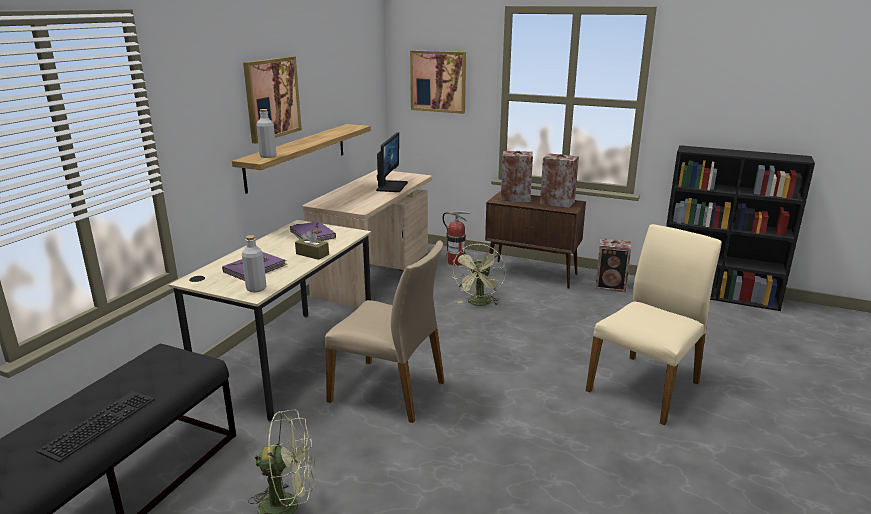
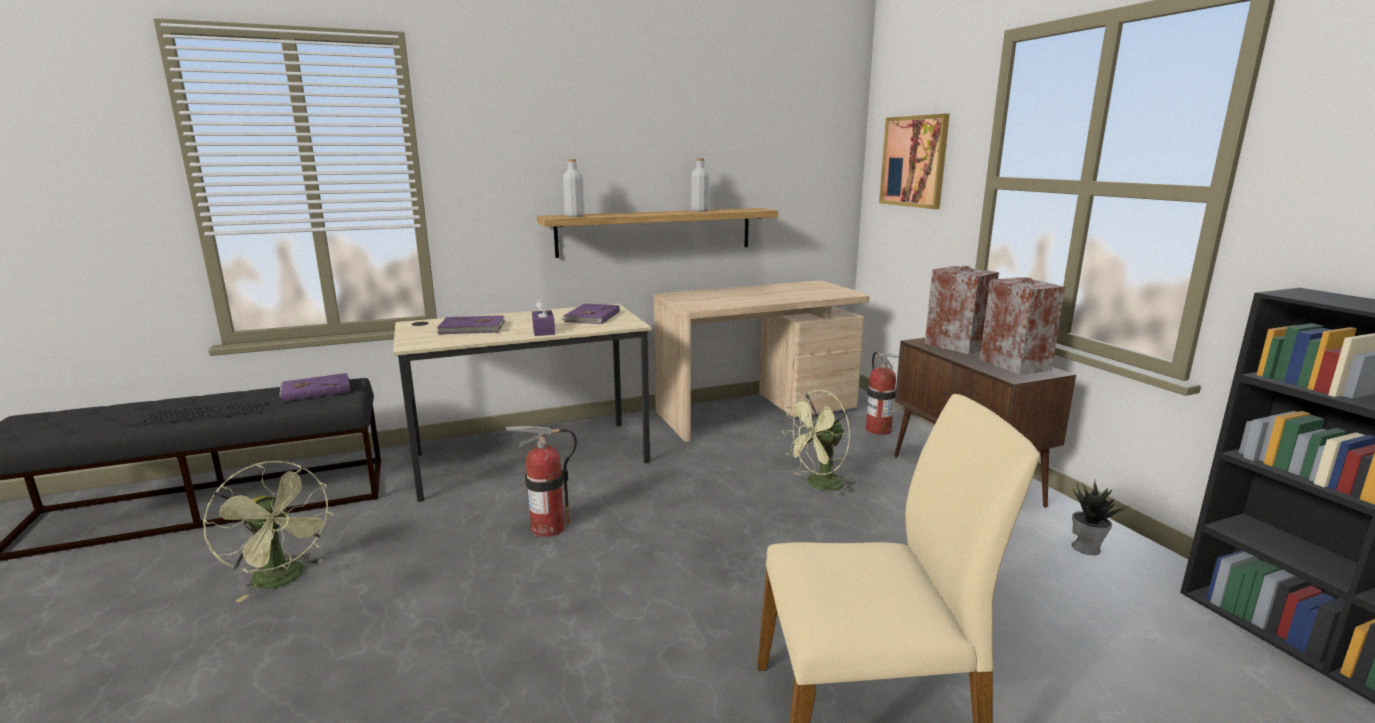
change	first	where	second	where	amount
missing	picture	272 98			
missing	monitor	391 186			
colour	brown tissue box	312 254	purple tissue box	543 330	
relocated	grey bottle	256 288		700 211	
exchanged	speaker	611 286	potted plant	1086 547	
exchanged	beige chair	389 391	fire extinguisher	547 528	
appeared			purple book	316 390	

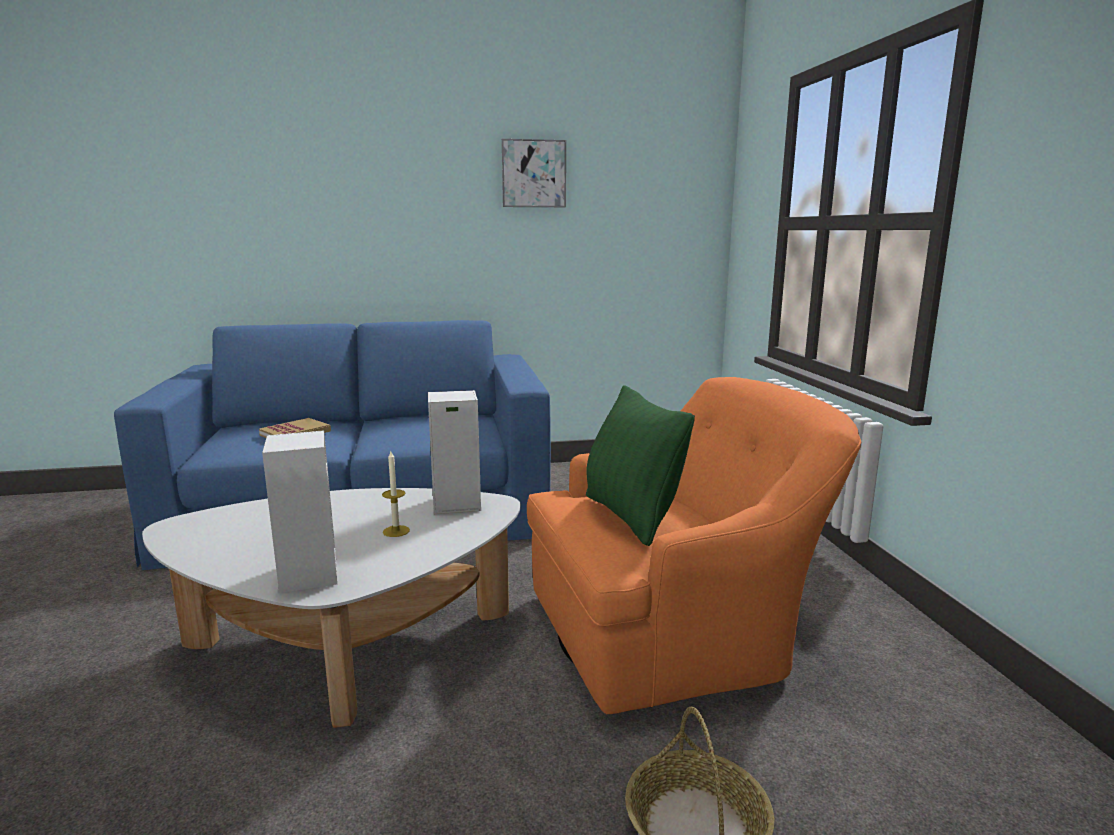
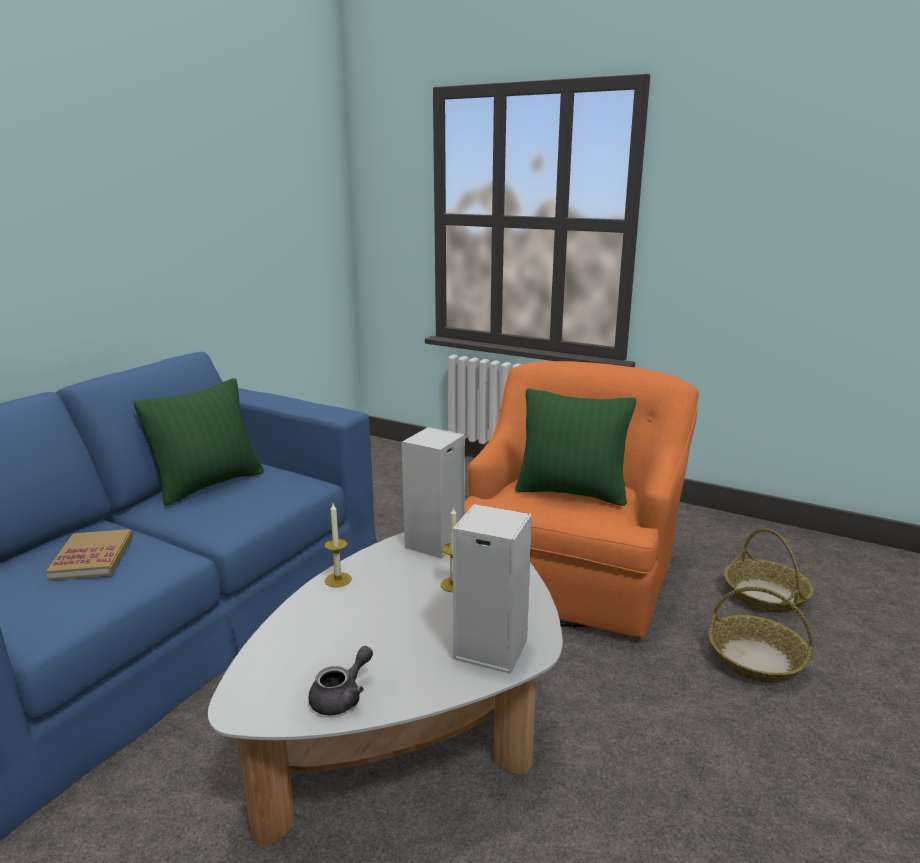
change	first	where	second	where	amount
missing	picture	533 174			
appeared			green pillow	209 484	
appeared			candle	338 580	
appeared			basket	765 595	
appeared			grey teapot	342 697	

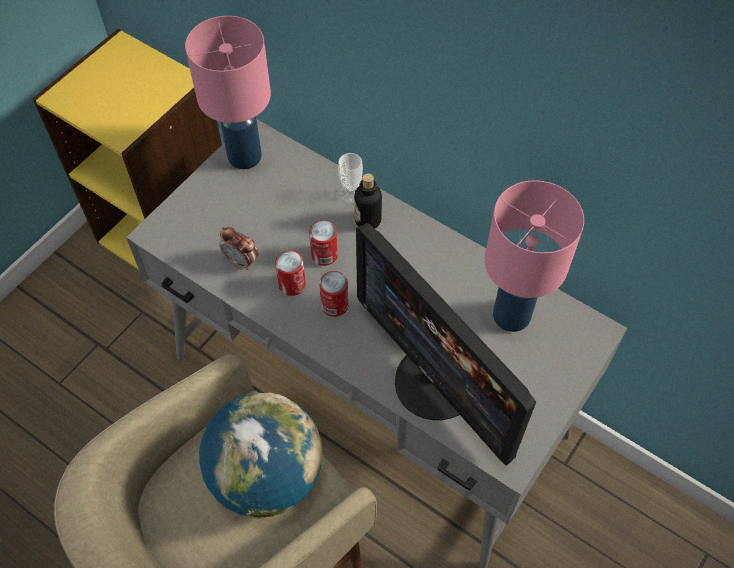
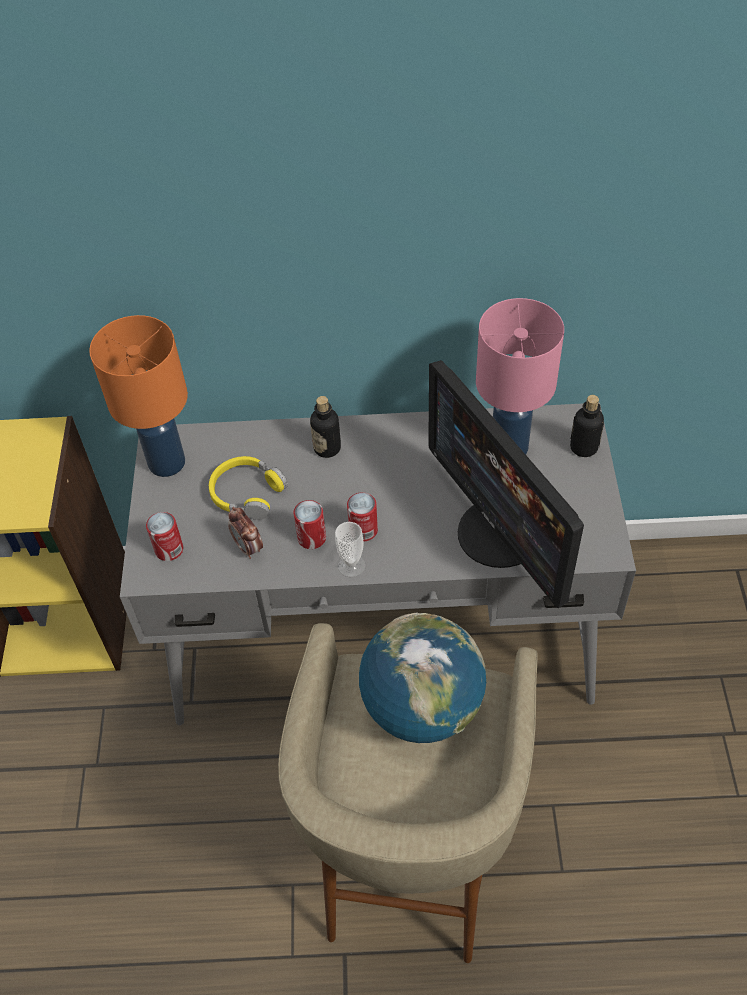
change	first	where	second	where	amount
colour	pink table lamp	245 156	orange table lamp	168 462	
relocated	cup	351 194		351 565	
relocated	can	324 255		169 549	
spun	monitor	437 382		500 533	45 degrees clockwise
spun	alarm clock	241 261		248 547	60 degrees clockwise
appeared			bottle	583 447	
appeared			yellow headphones	247 493	

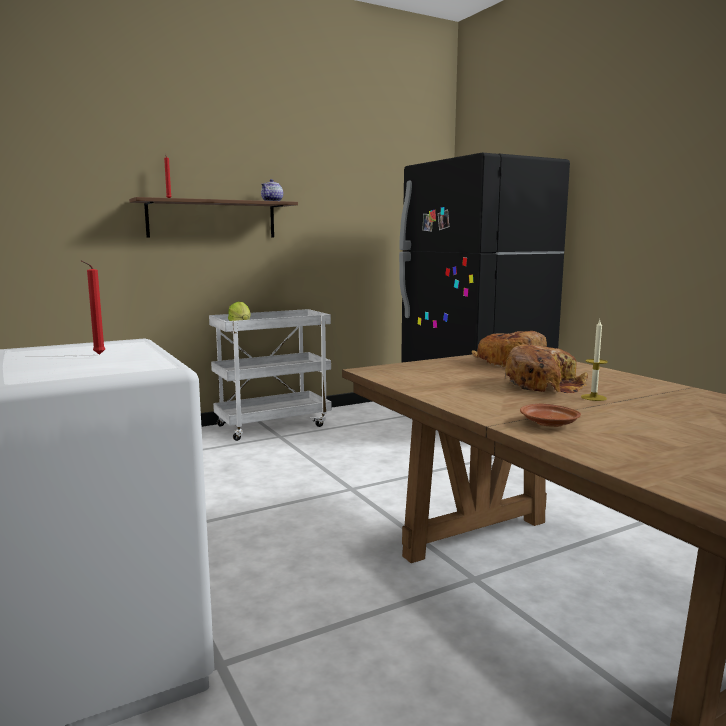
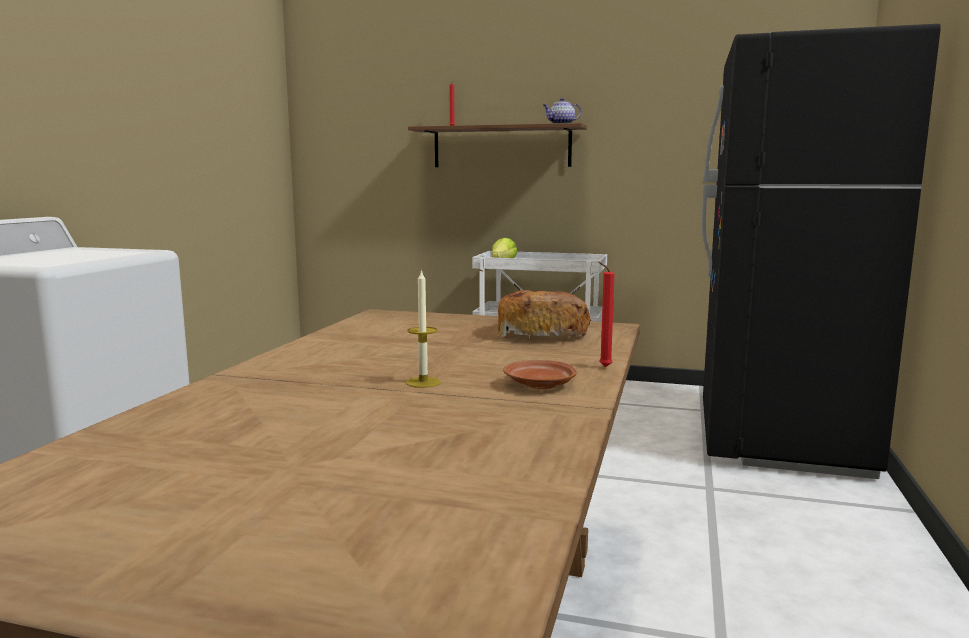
change	first	where	second	where	amount
relocated	red candle	97 354		603 367	
missing	bread	543 384			
relocated	brown plate	549 424		539 385	

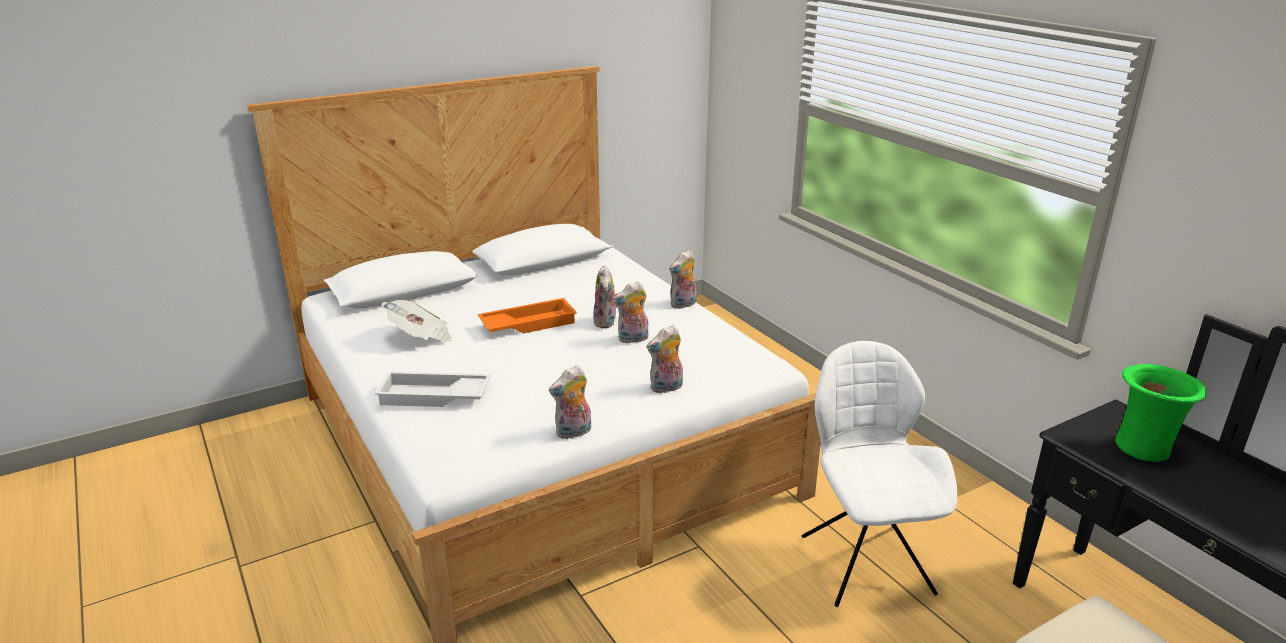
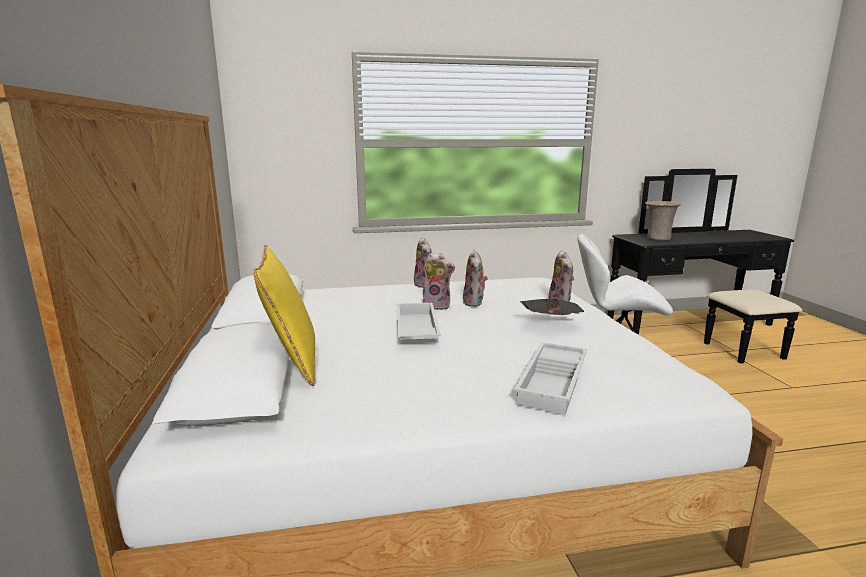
change	first	where	second	where	amount
colour	orange tray	528 323	white tray	415 329	
relocated	newspaper	421 337		551 324	
colour	green vase	1143 448	beige vase	658 238	
missing	plush toy	573 433			
appeared			yellow pillow	292 364	

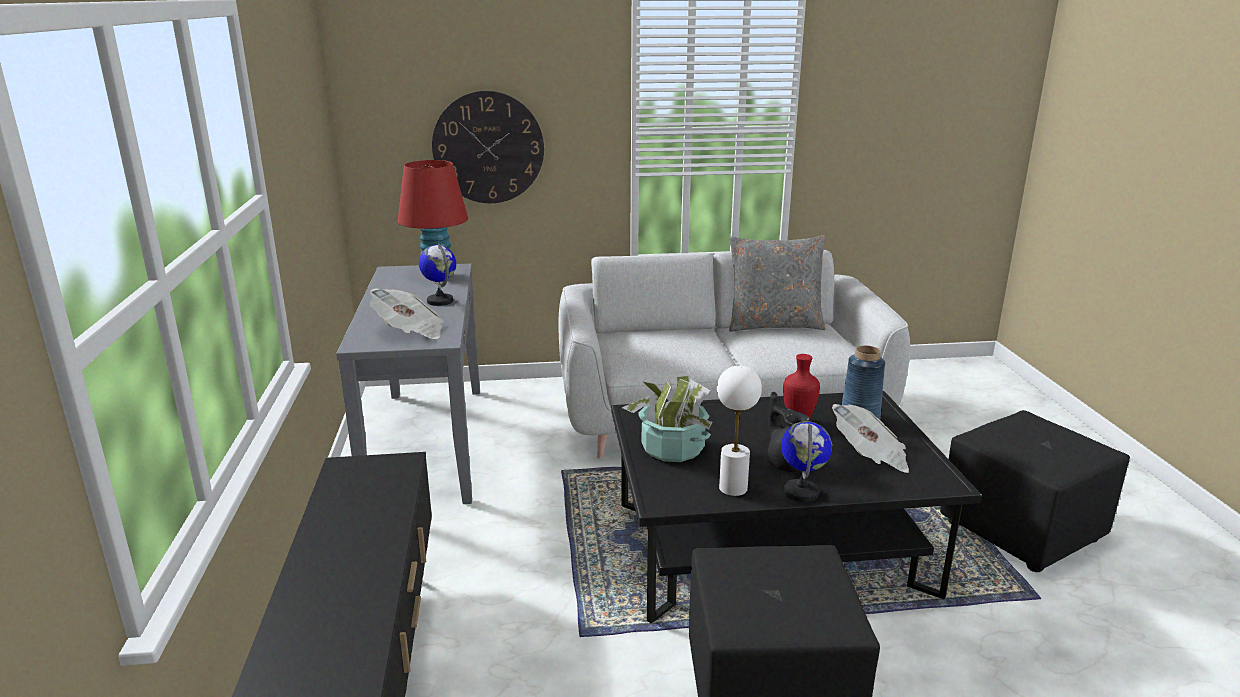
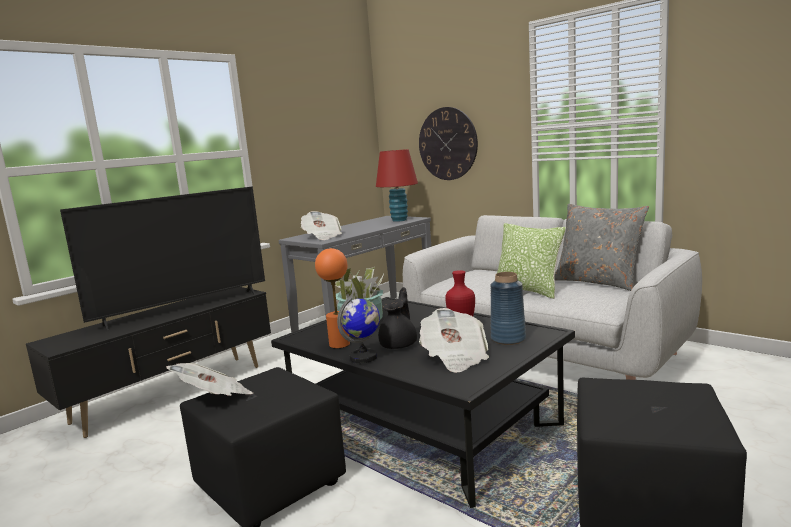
change	first	where	second	where	amount
missing	globe	440 301			
colour	white table lamp	733 488	orange table lamp	339 344	
appeared			television	183 308	
appeared			pillow	528 290	
appeared			newspaper	214 398	

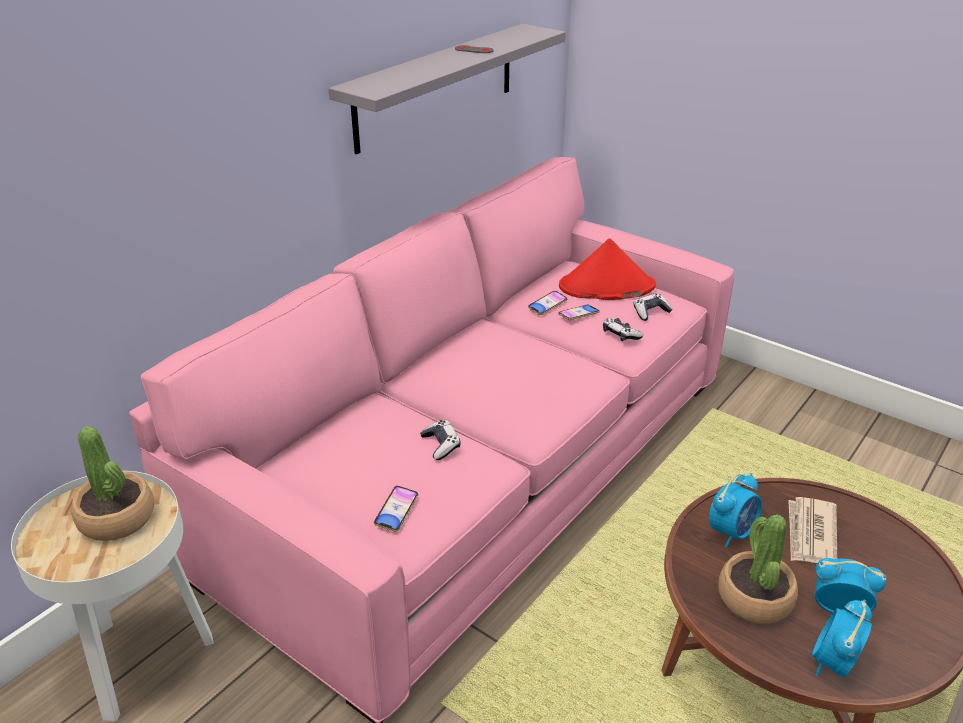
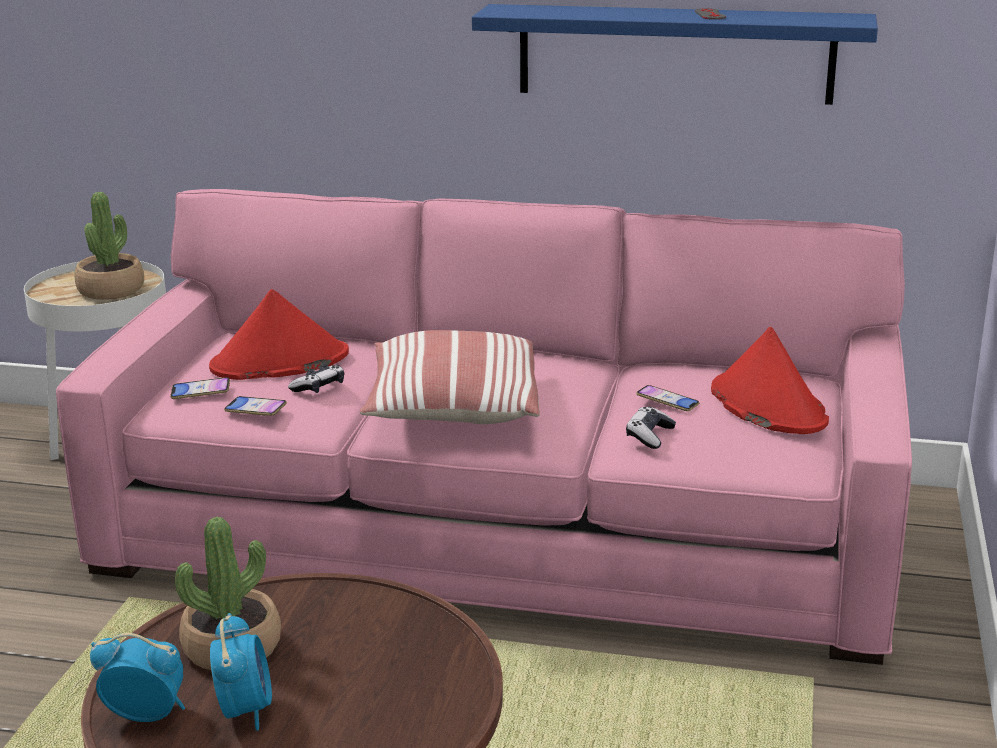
change	first	where	second	where	amount
colour	grey shelf	436 86	blue shelf	675 53	
relocated	phone	547 305		255 410	
missing	game controller	650 312			
missing	alarm clock	731 532			
missing	newspaper	810 534			
appeared			red hat	279 362	
appeared			pillow	452 408	

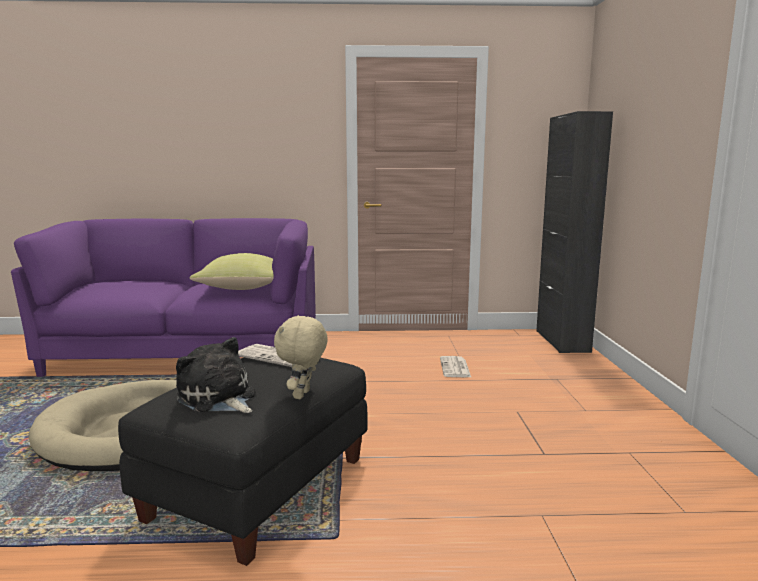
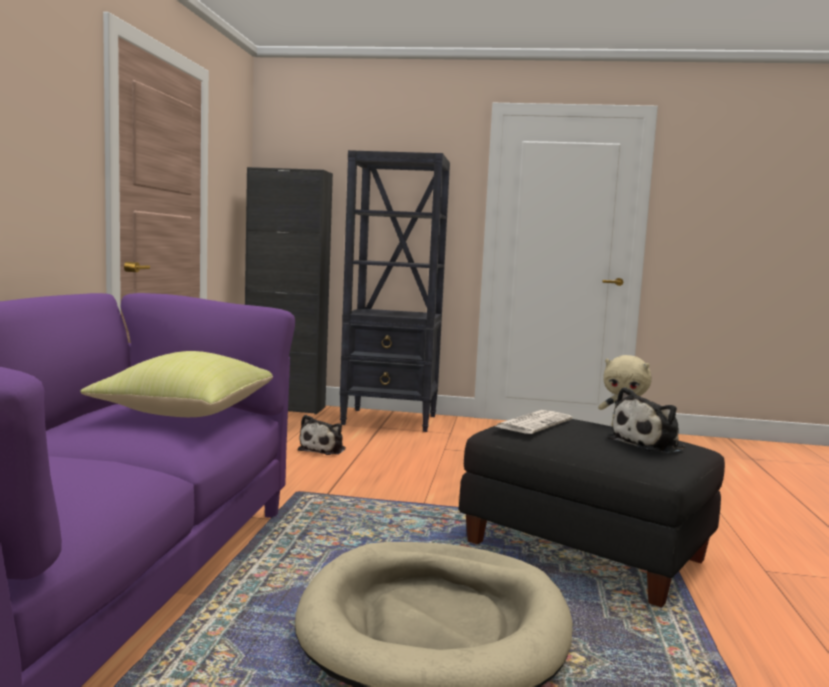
change	first	where	second	where	amount
exchanged	newspaper	455 368	plush toy	324 449	
appeared			black bookcase	390 420	

